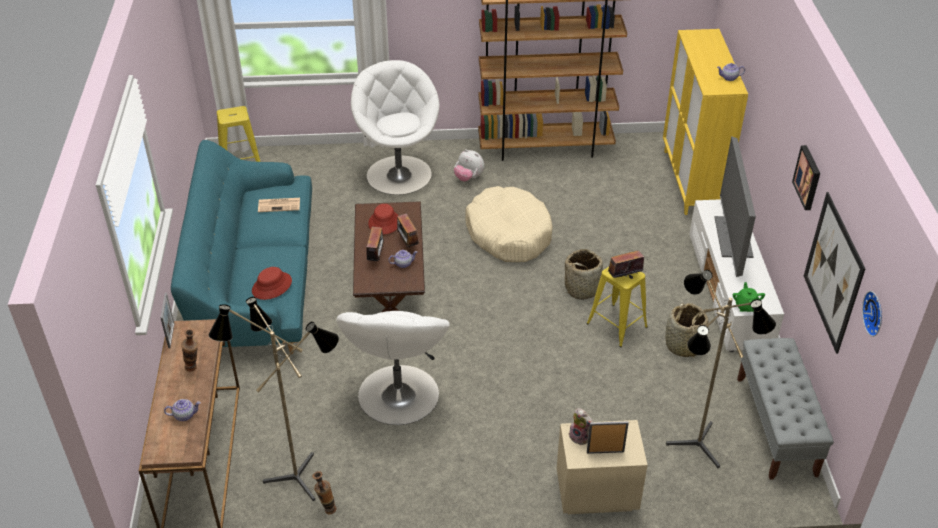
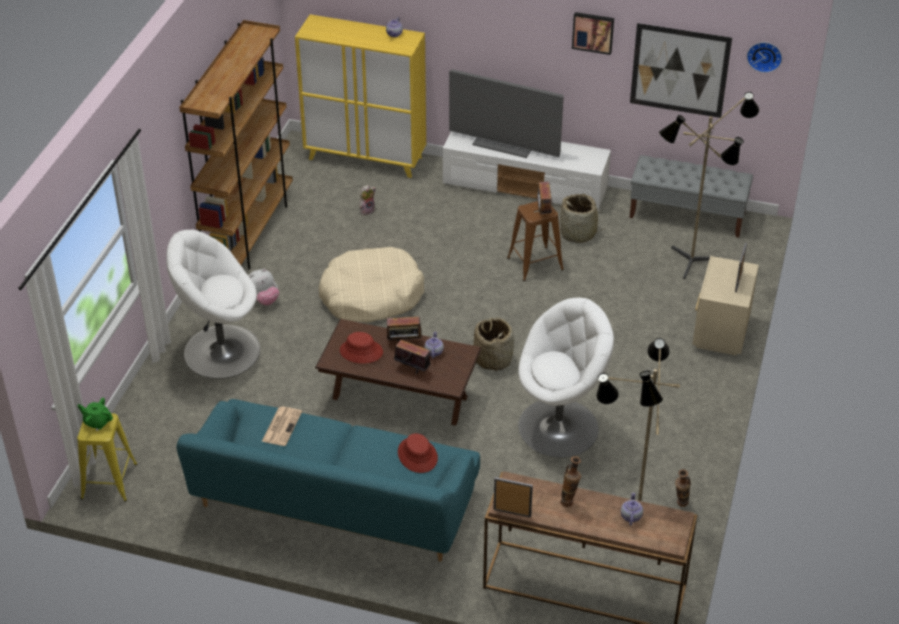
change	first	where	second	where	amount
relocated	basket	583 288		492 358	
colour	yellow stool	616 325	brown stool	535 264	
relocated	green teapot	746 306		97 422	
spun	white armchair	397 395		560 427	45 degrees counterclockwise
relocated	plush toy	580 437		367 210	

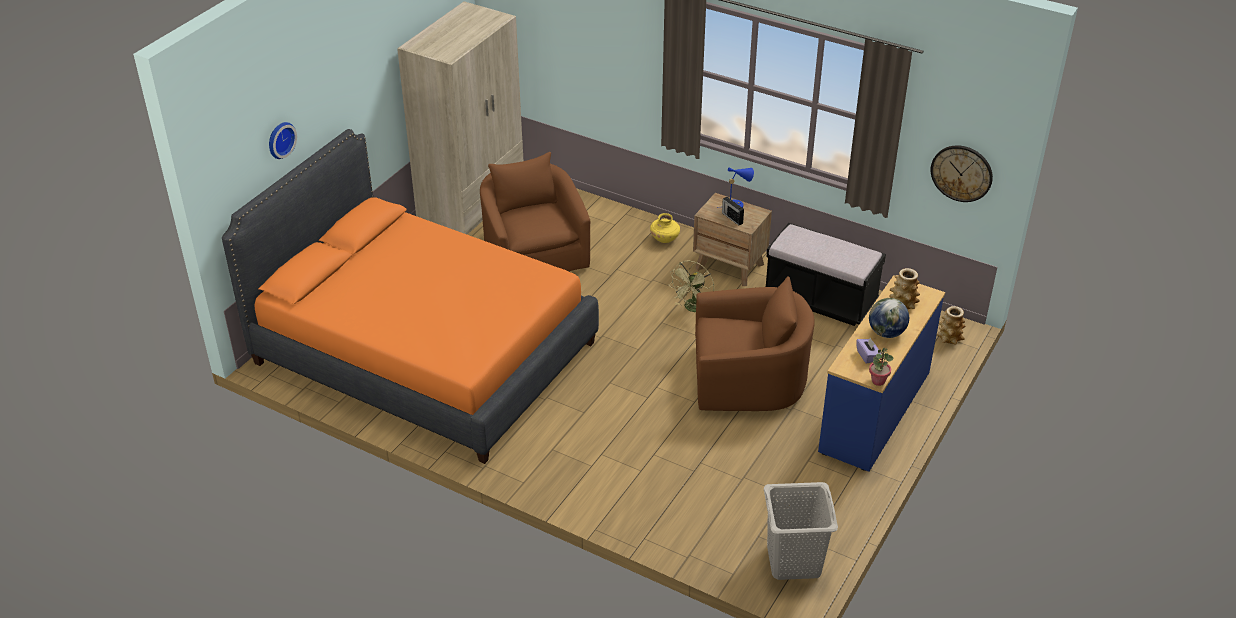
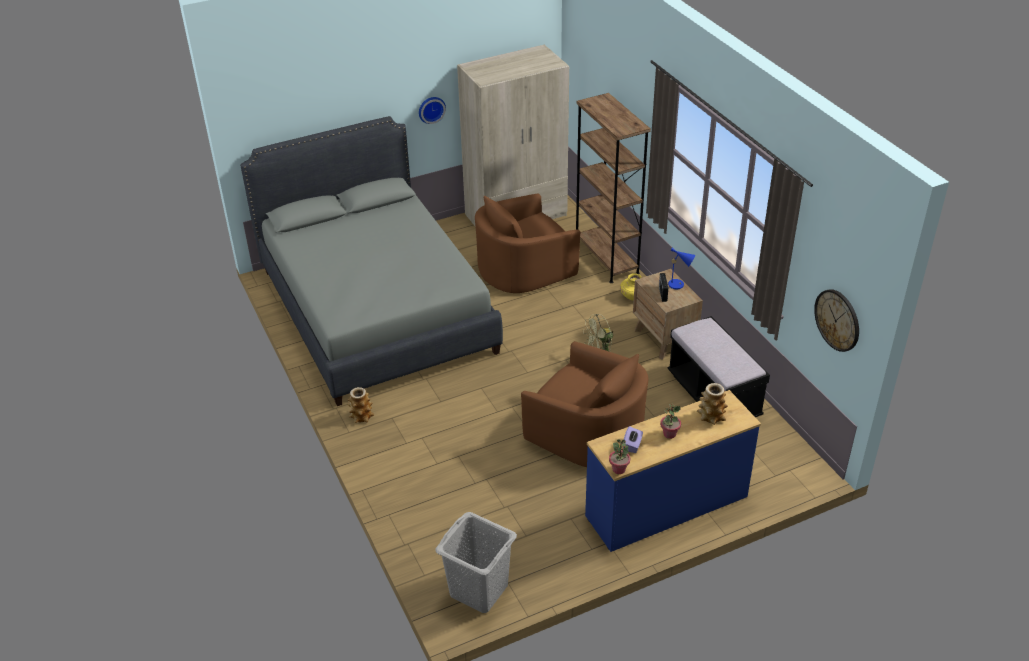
change	first	where	second	where	amount
relocated	wall clock	279 139		431 109	
colour	orange bed	424 352	grey bed	377 310	
spun	brown armchair	533 252		523 268	135 degrees counterclockwise
exchanged	globe	886 333	potted plant	669 434	
relocated	vase	949 338		361 416	
appeared			brown bookcase	606 258	

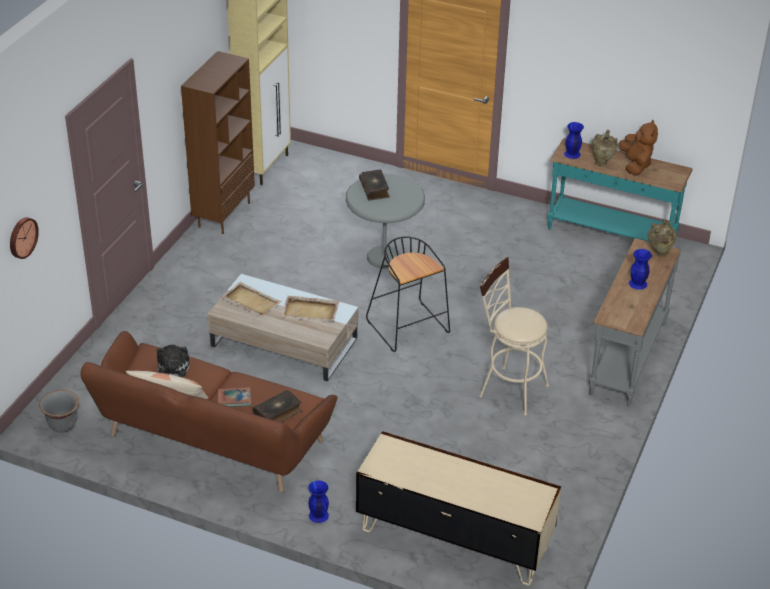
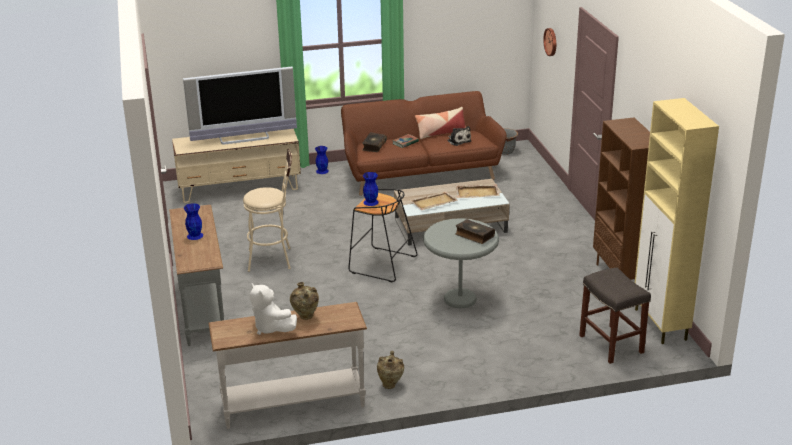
change	first	where	second	where	amount
colour	brown plush toy	635 165	white plush toy	271 328	
relocated	blue vase	572 154		371 202	
colour	turquoise console table	611 235	white console table	293 404	
relocated	beige vase	659 253		390 385	
appeared			television	244 137	
appeared			grey stool	612 344	

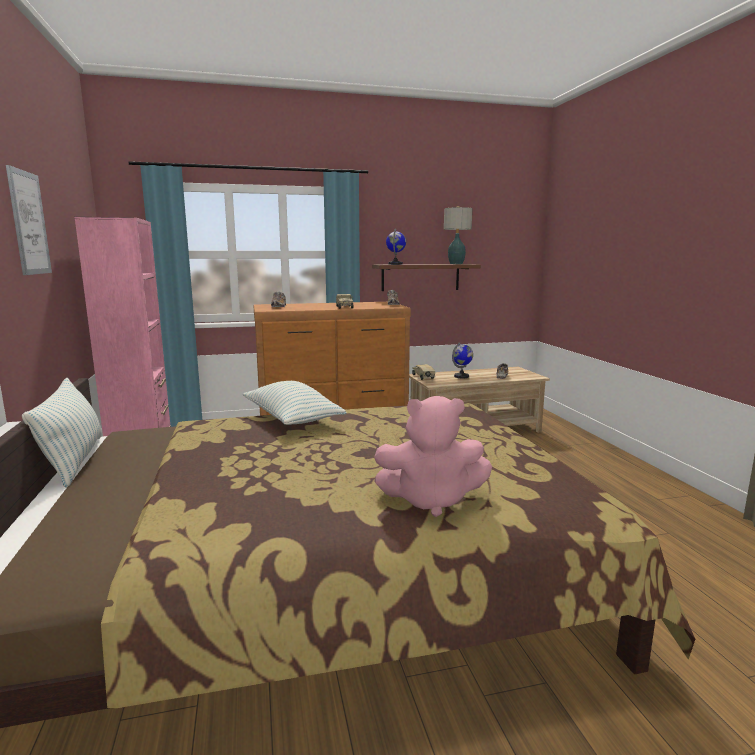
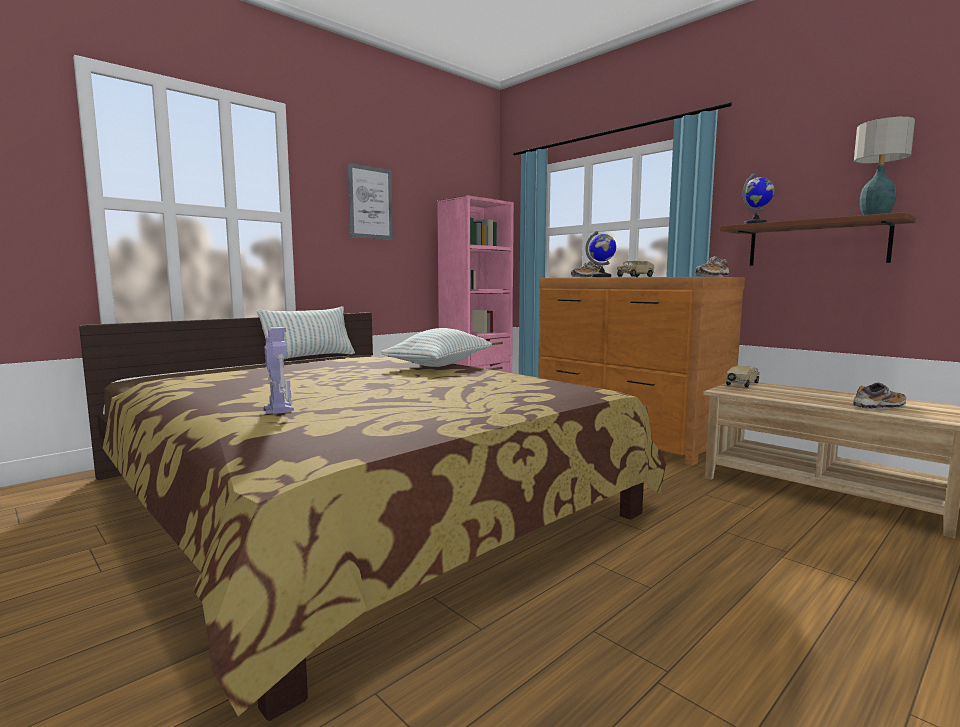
change	first	where	second	where	amount
relocated	globe	461 376		601 277	
exchanged	pink plush toy	431 500	toy robot	278 408	

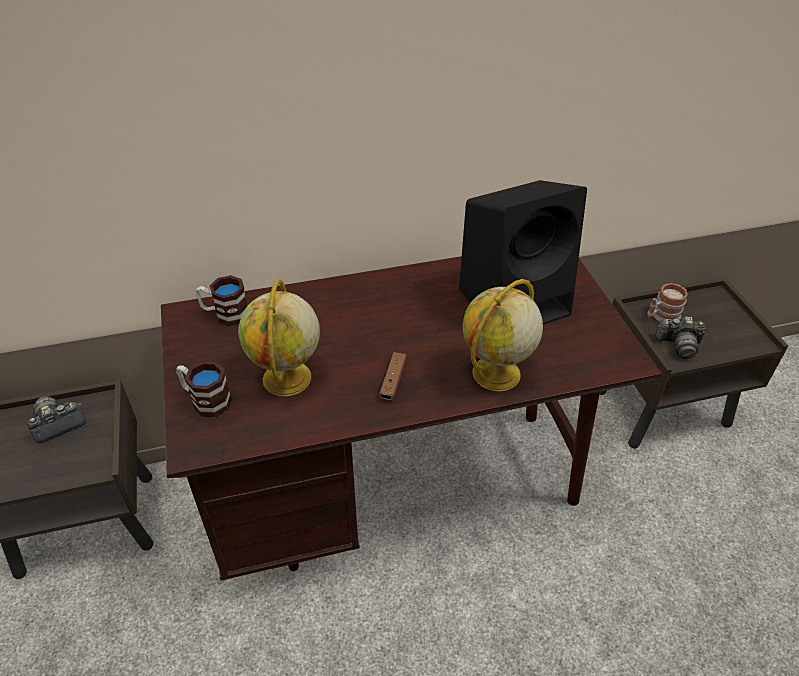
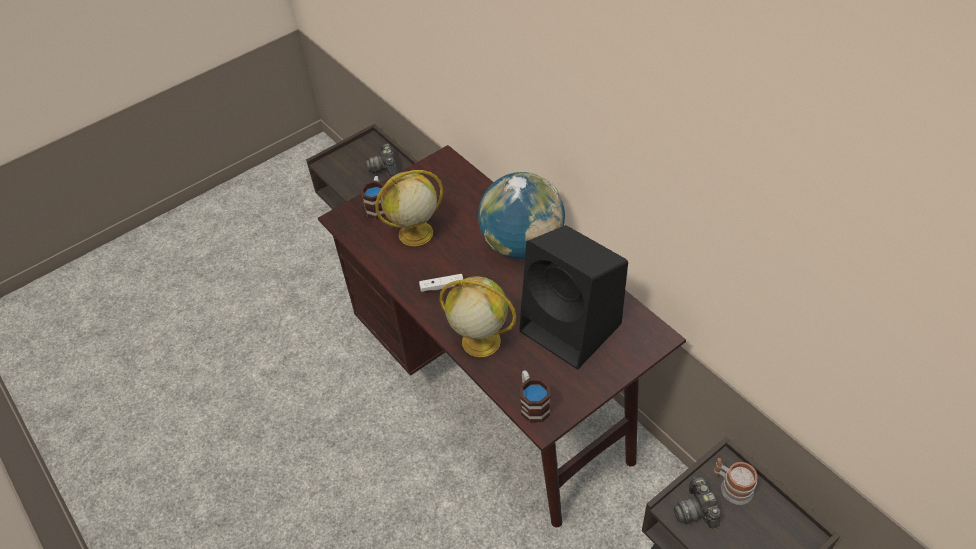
change	first	where	second	where	amount
relocated	mug	225 314		532 404	
colour	brown game controller	393 381	white game controller	442 286	
spun	photo camera	57 424		384 167	135 degrees counterclockwise
appeared			globe	522 245	

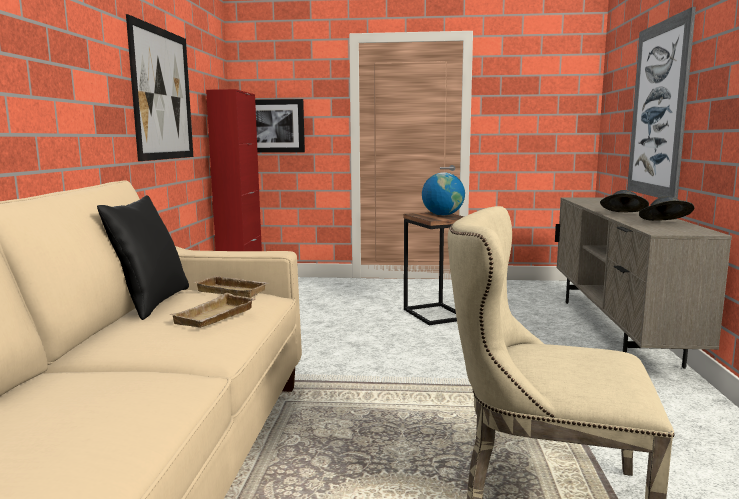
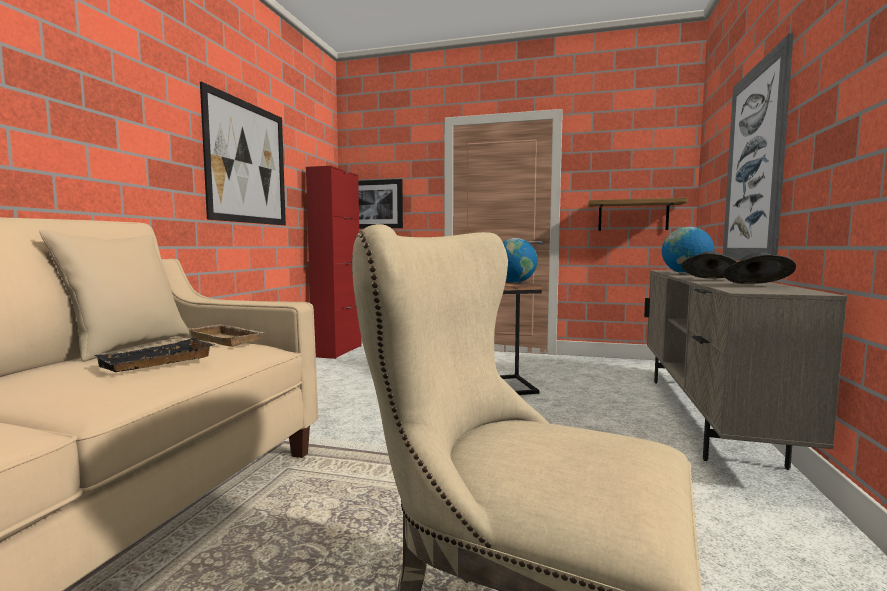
change	first	where	second	where	amount
colour	black pillow	151 303	beige pillow	127 347	
colour	beige tray	216 317	black tray	157 363	
appeared			shelf	633 215	
appeared			globe	685 273	

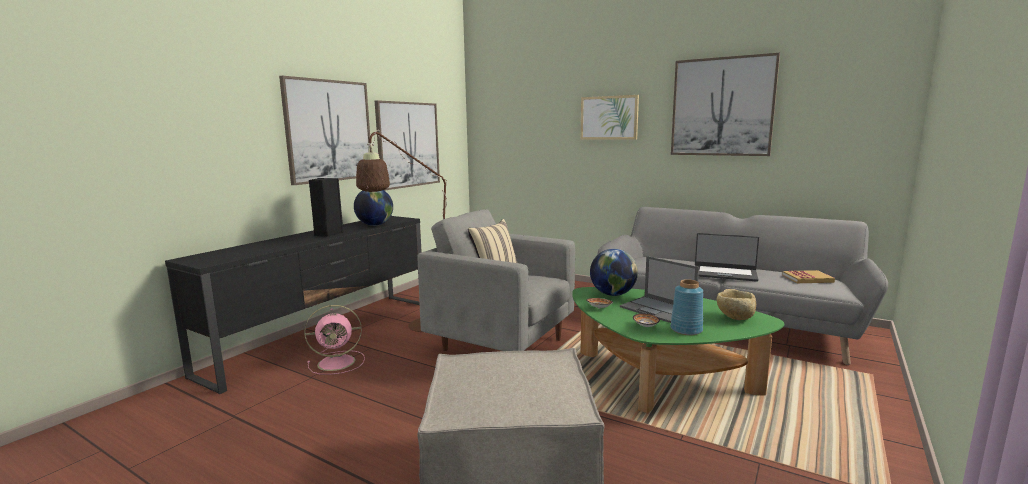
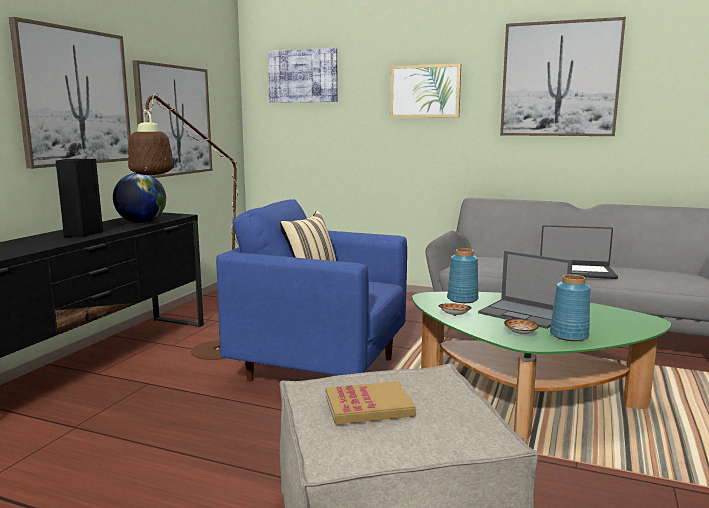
change	first	where	second	where	amount
colour	grey armchair	502 344	blue armchair	320 369	
exchanged	globe	613 294	blue vase	462 299	
relocated	book	807 279		368 406	
missing	beige bowl	735 318			
missing	pink fan	338 362			
appeared			picture	303 76	

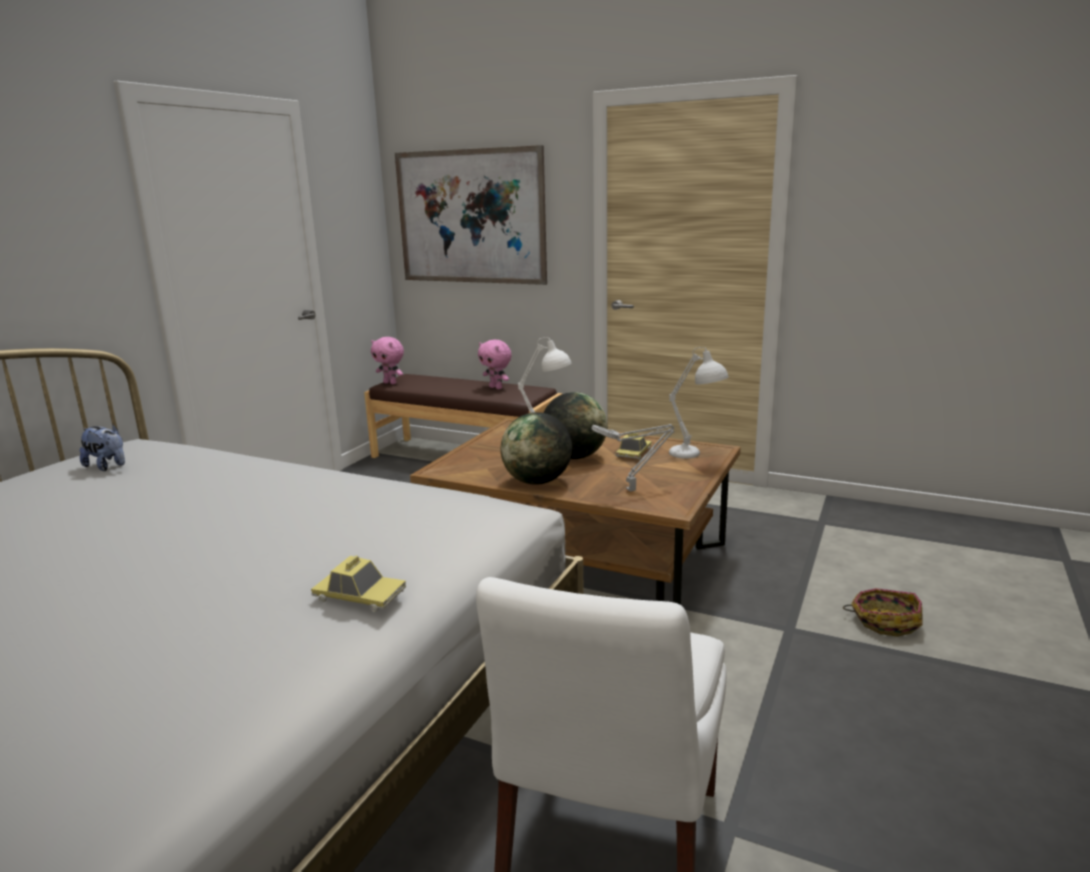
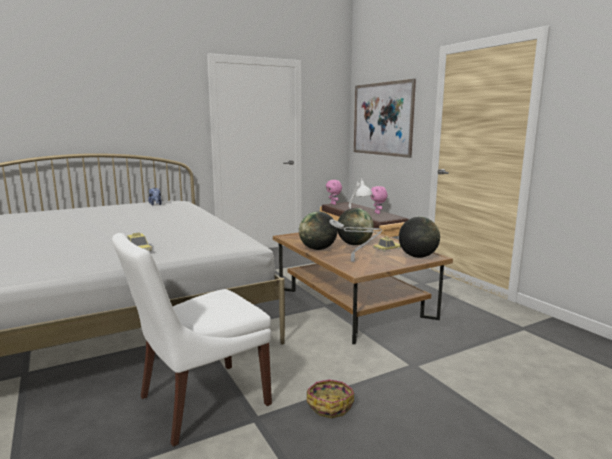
change	first	where	second	where	amount
exchanged	white table lamp	695 456	globe	417 256	
relocated	basket	884 621		330 405	

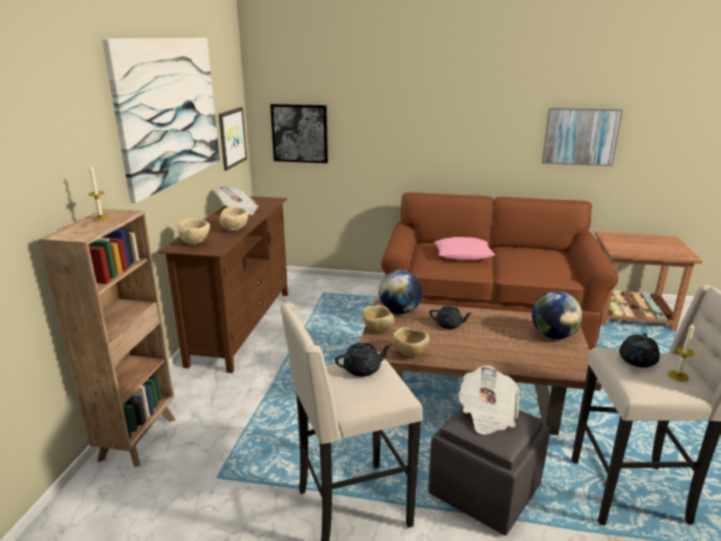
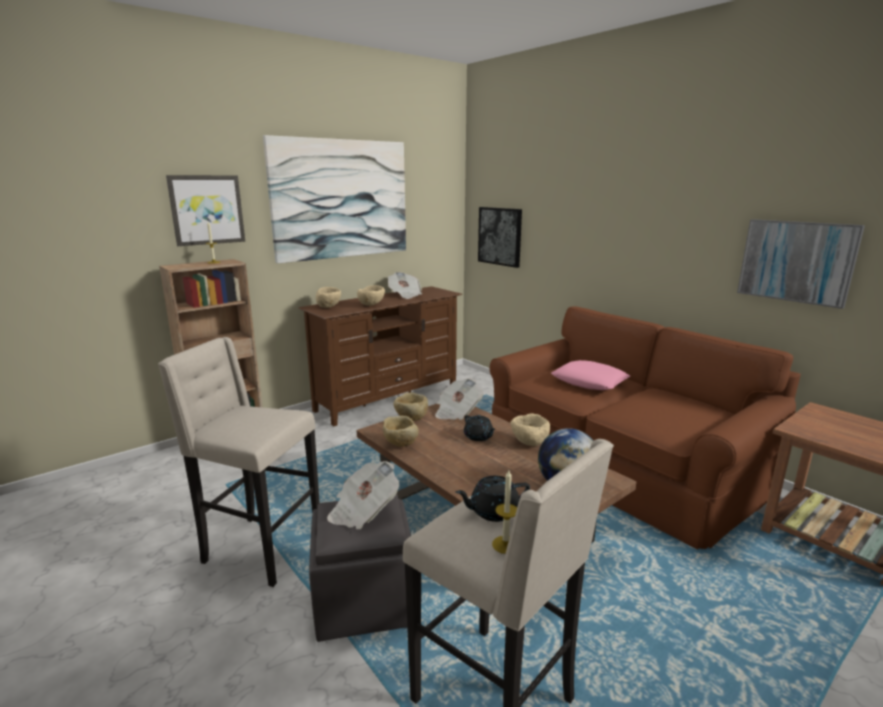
change	first	where	second	where	amount
relocated	picture	231 138		207 210	
exchanged	globe	399 311	newspaper	457 412	
missing	black teapot	363 369			
appeared			beige bowl	529 442	

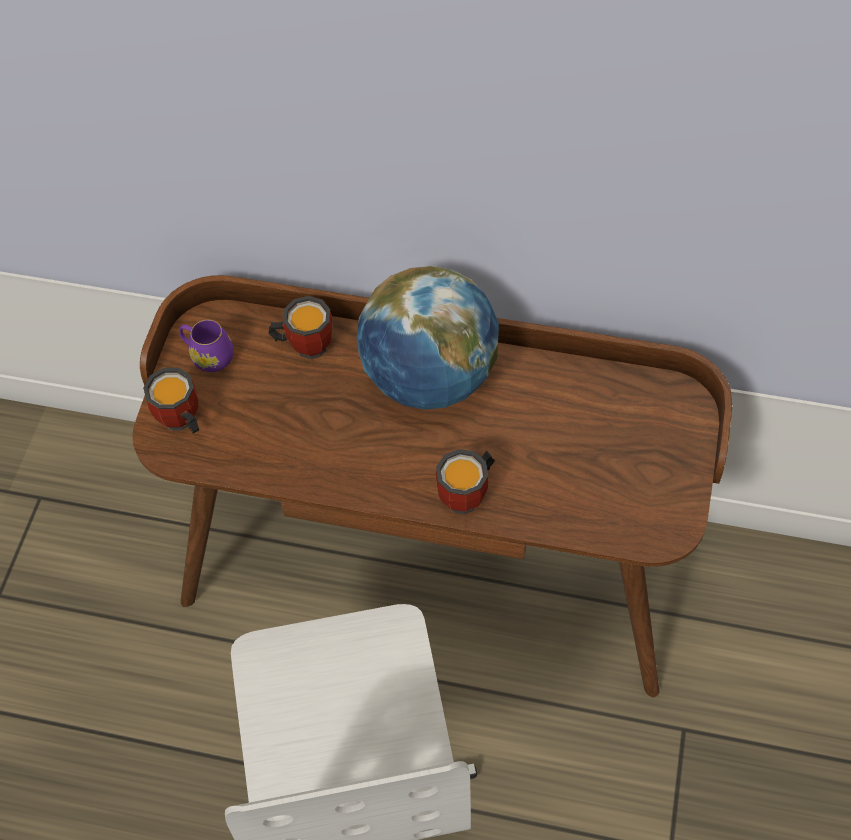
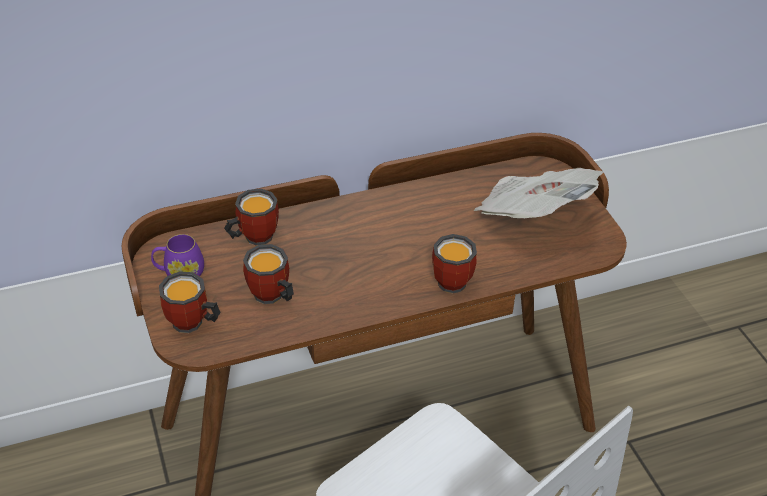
change	first	where	second	where	amount
missing	globe	429 378			
appeared			newspaper	532 215	
appeared			mug	270 298	

